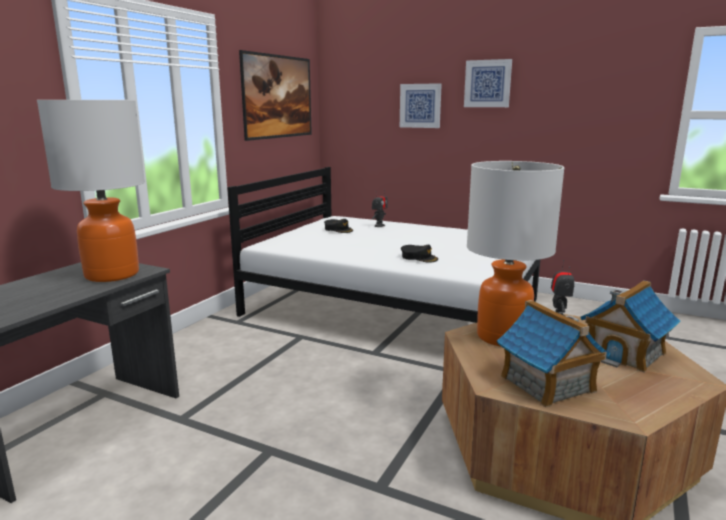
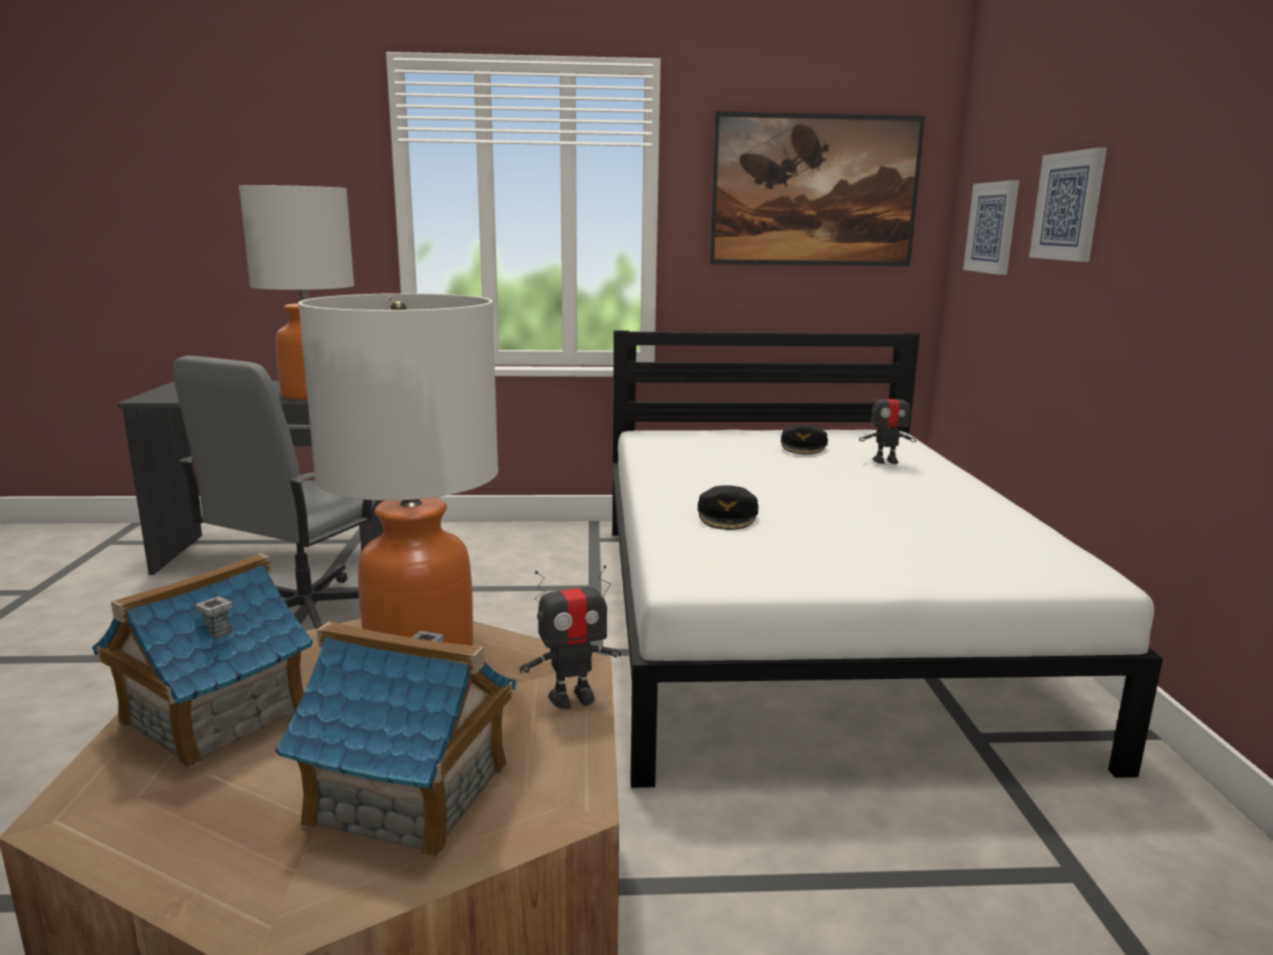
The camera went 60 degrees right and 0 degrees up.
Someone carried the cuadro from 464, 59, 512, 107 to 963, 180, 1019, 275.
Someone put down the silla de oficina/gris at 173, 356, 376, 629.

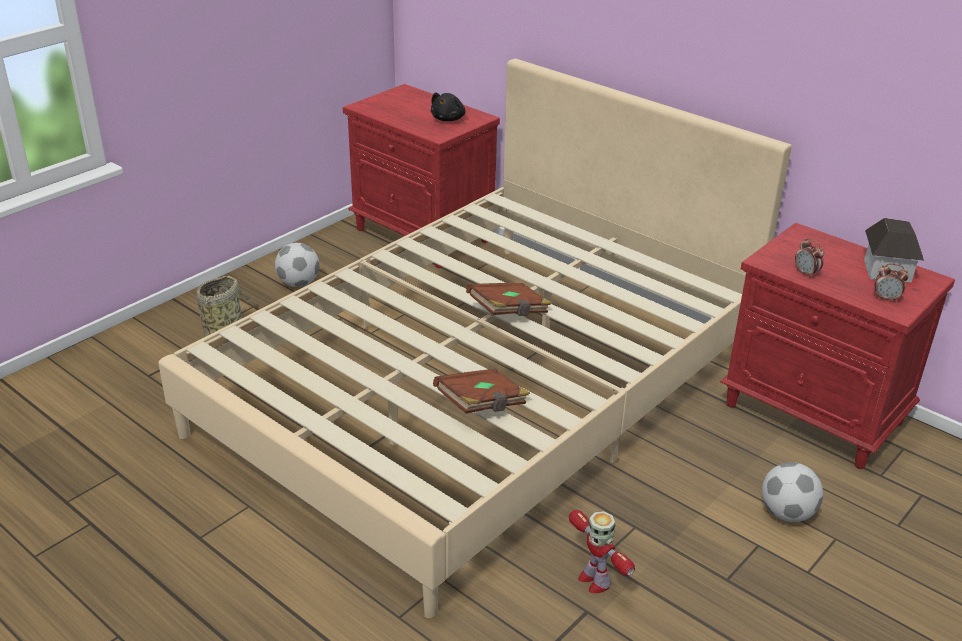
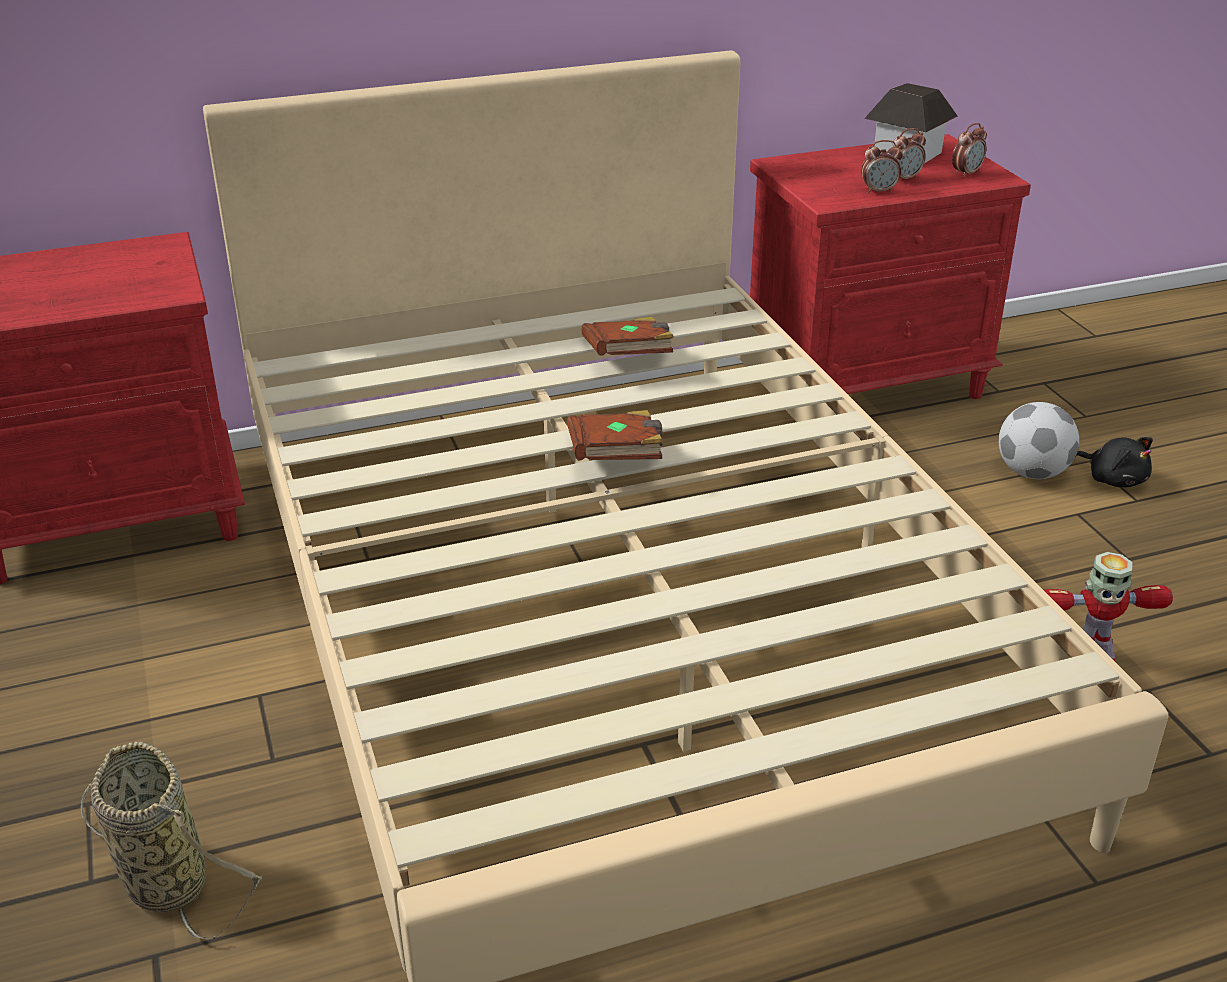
The camera went 60 degrees left and 0 degrees up.
Someone took away the balón de fútbol at 275, 243, 320, 287.
Someone carried the peluche/negro from 431, 92, 466, 121 to 1076, 437, 1153, 488.
Someone carried the libro/marrón from 433, 369, 530, 414 to 581, 317, 674, 356.
Someone put down the despertador at 893, 128, 926, 183.

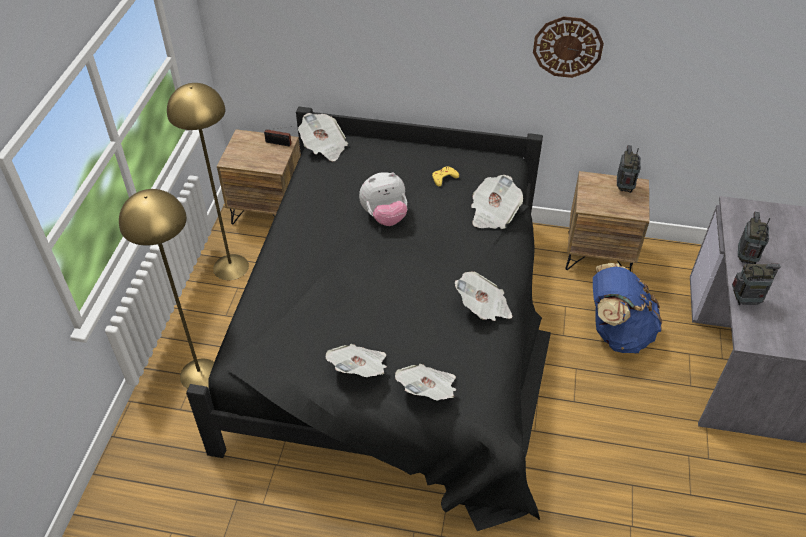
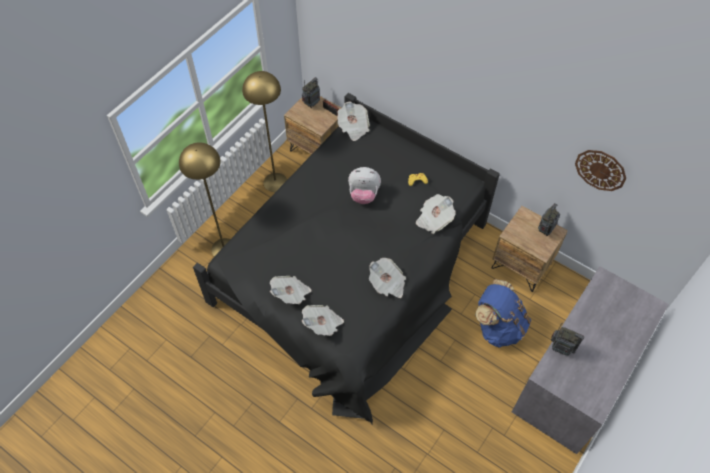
The camera went 25 degrees right and 10 degrees up.
Someone carried the reloj de pared from 533, 16, 604, 78 to 575, 150, 626, 191.
Someone carried the radio from 738, 212, 770, 264 to 302, 77, 320, 108.

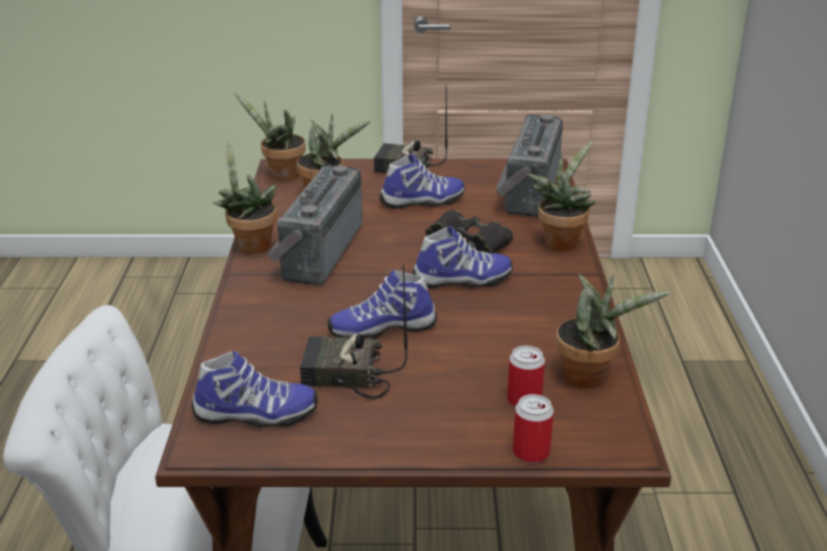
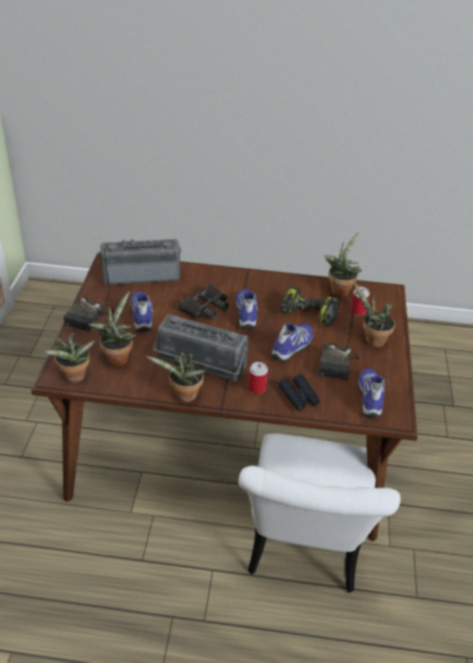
The camera went 85 degrees left and 10 degrees up.
Someone rotated the zapato at 328, 270, 437, 339 by 135 degrees counterclockwise.
Someone rotated the radio at 495, 115, 563, 217 by 150 degrees clockwise.
Someone carried the lata from 513, 394, 554, 463 to 248, 362, 268, 394.
Someone carried the planta en maceta from 527, 140, 596, 251 to 354, 282, 395, 347.
Someone put down the prismáticos/negro at 279, 374, 320, 411.
Someone put down the taladro at 280, 286, 340, 327.

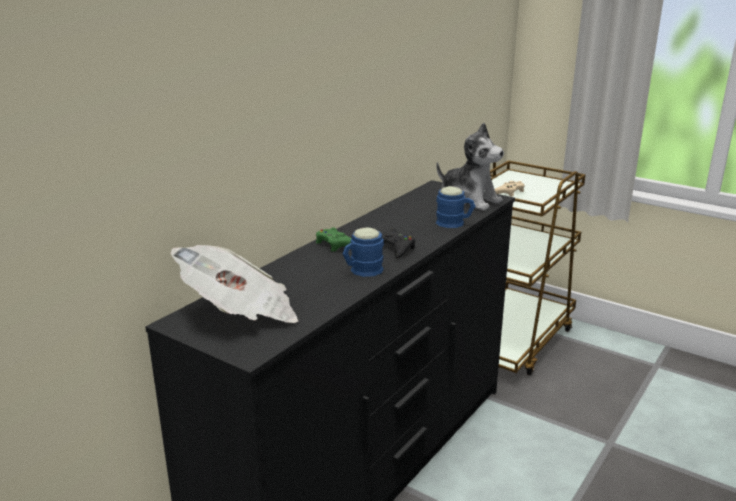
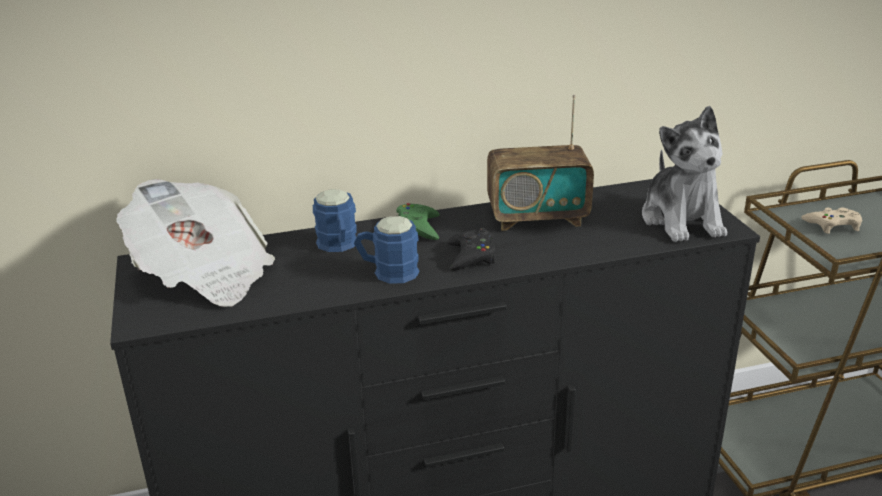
The camera went 40 degrees right and 5 degrees up.
Someone carried the taza grande/azul from 436, 186, 475, 228 to 313, 189, 357, 252.
Someone put down the radio at 487, 94, 594, 231.

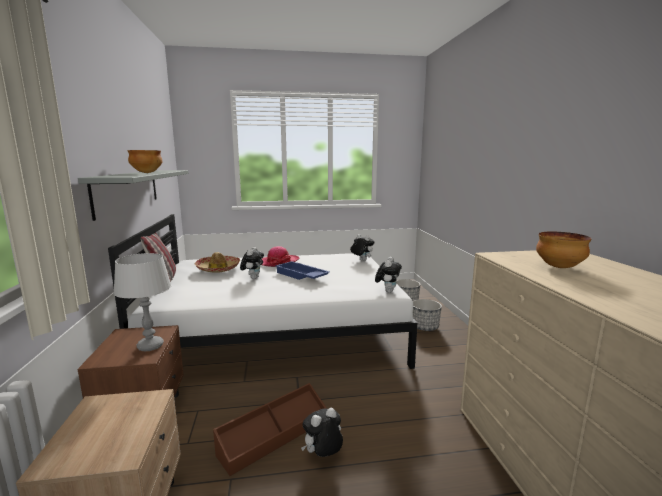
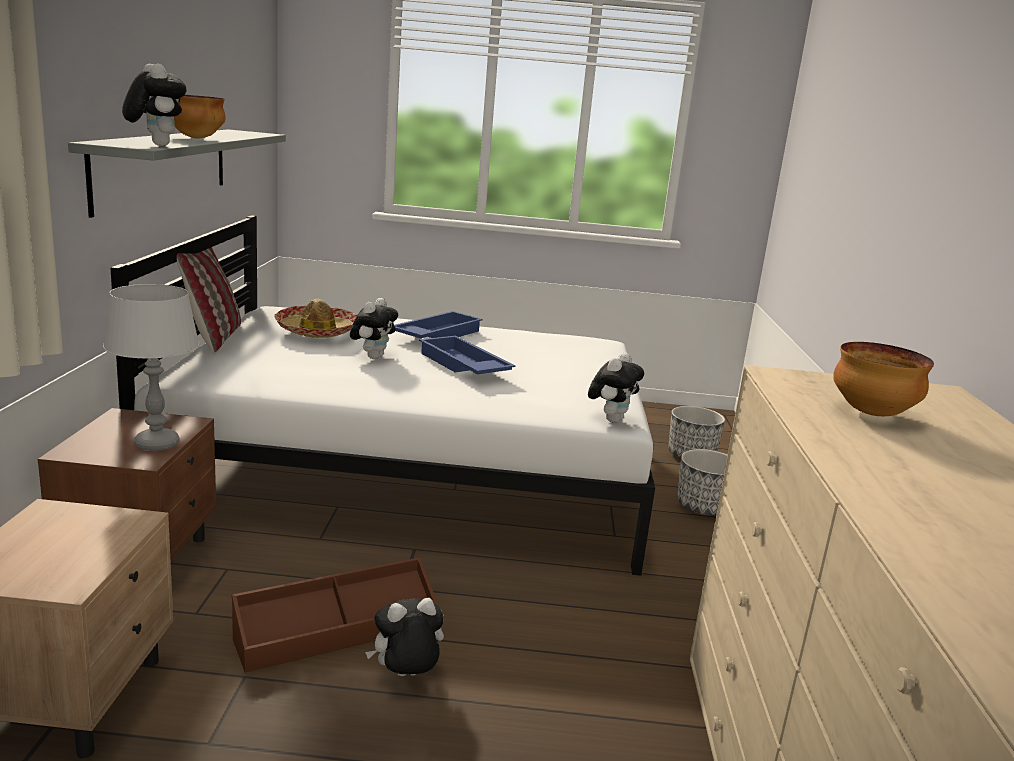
The camera went 10 degrees right and 5 degrees up.
Someone swapped the sombrero at 262, 246, 299, 267 for the bandeja/azul at 394, 311, 483, 338.
Someone carried the peluche from 350, 234, 374, 261 to 122, 64, 187, 146.

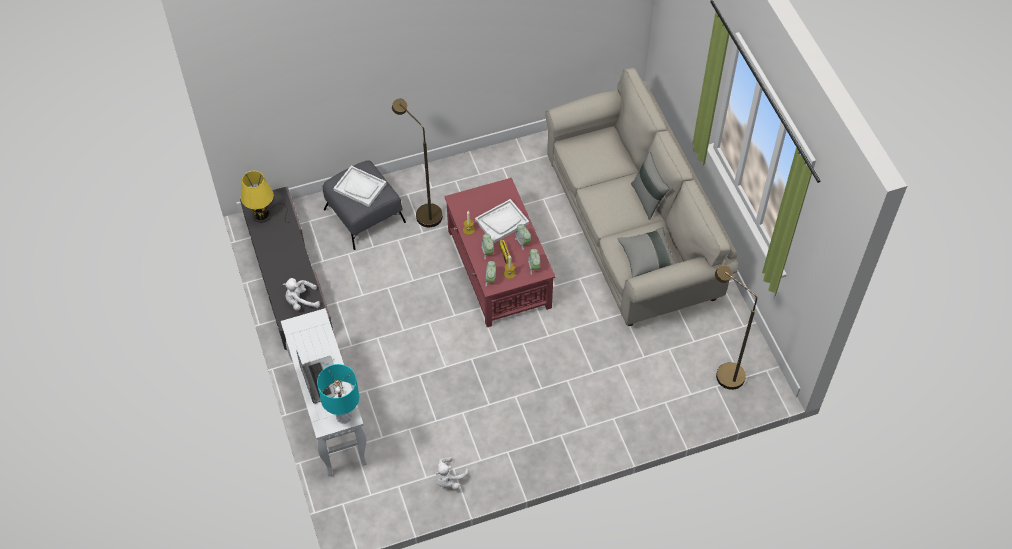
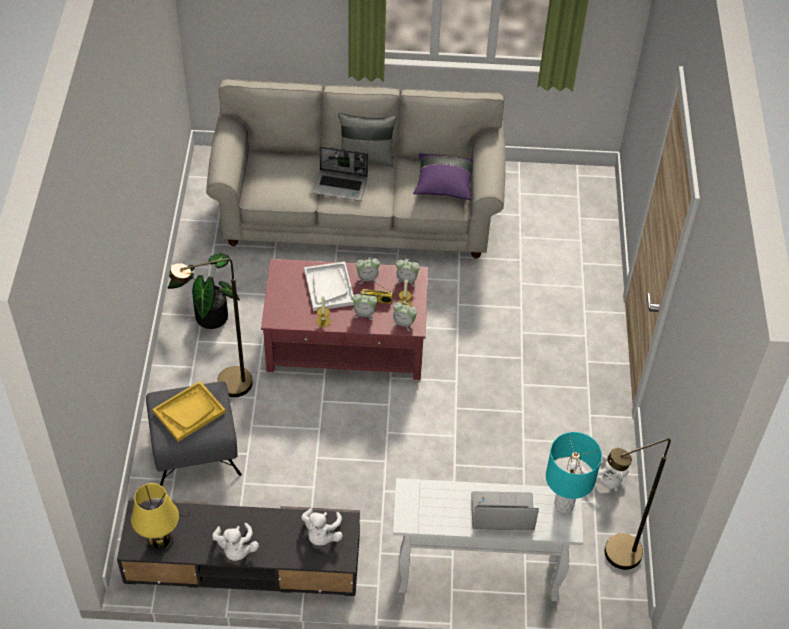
The camera went 70 degrees left and 5 degrees down.
Someone repainted the bandeja/blanco at 333, 166, 387, 207, which became the bandeja/amarillo at 153, 381, 226, 442.
Someone repainted the cojín/gris at 617, 227, 677, 278, which became the cojín/morado at 413, 154, 473, 200.
Someone carried the lámpara de pie/marrón from 715, 265, 757, 390 to 605, 438, 671, 570.
Someone put down the planta en maceta at 168, 253, 240, 329.
Someone put down the peluche/blanco at 212, 523, 259, 561.
Someone put down the portátil at 313, 146, 368, 201.

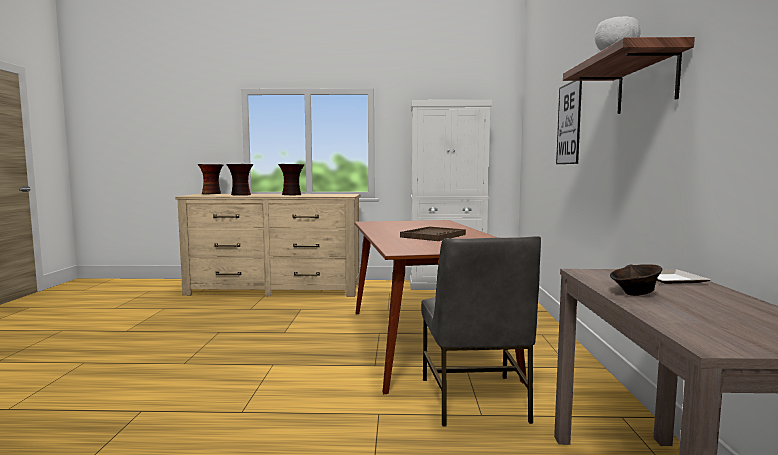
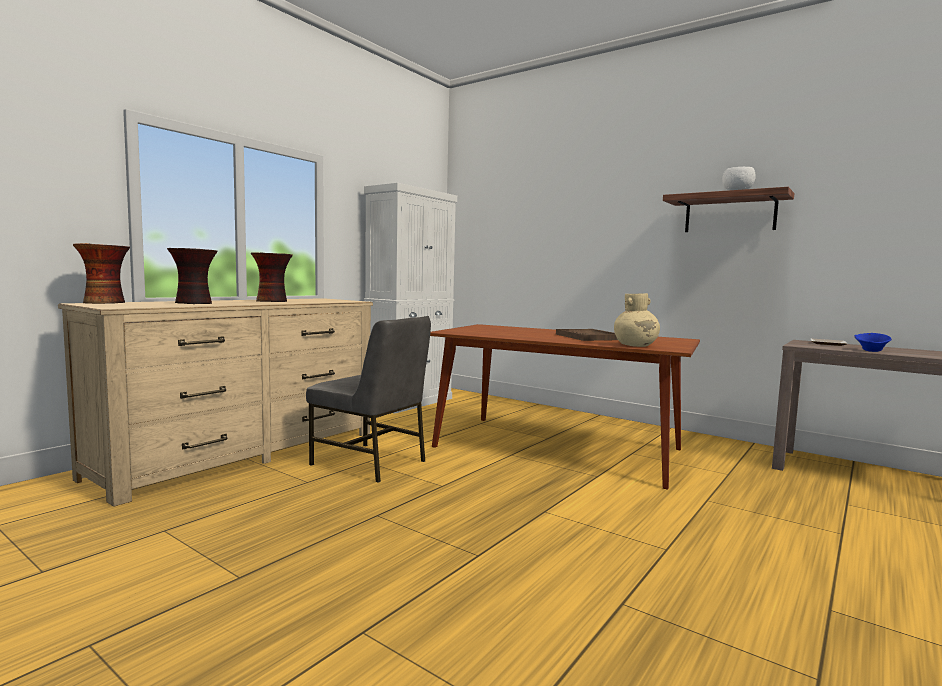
The camera went 55 degrees left and 0 degrees up.
Someone carried the silla/gris from 421, 236, 541, 427 to 306, 316, 431, 483.
Someone took away the cuadro at 556, 81, 582, 164.
Someone repainted the cuenco/marrón at 610, 264, 662, 296, which became the cuenco/azul at 854, 333, 892, 352.
Someone put down the florero/beis at 614, 293, 660, 347.

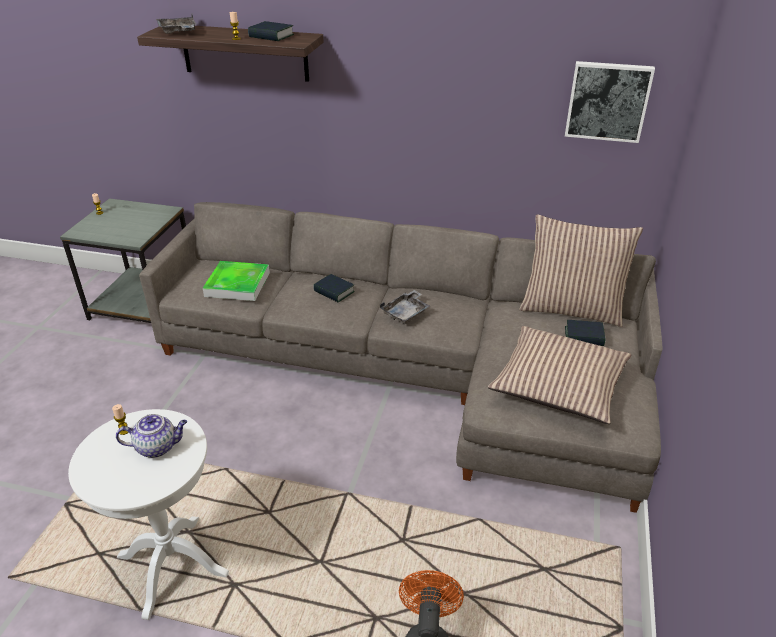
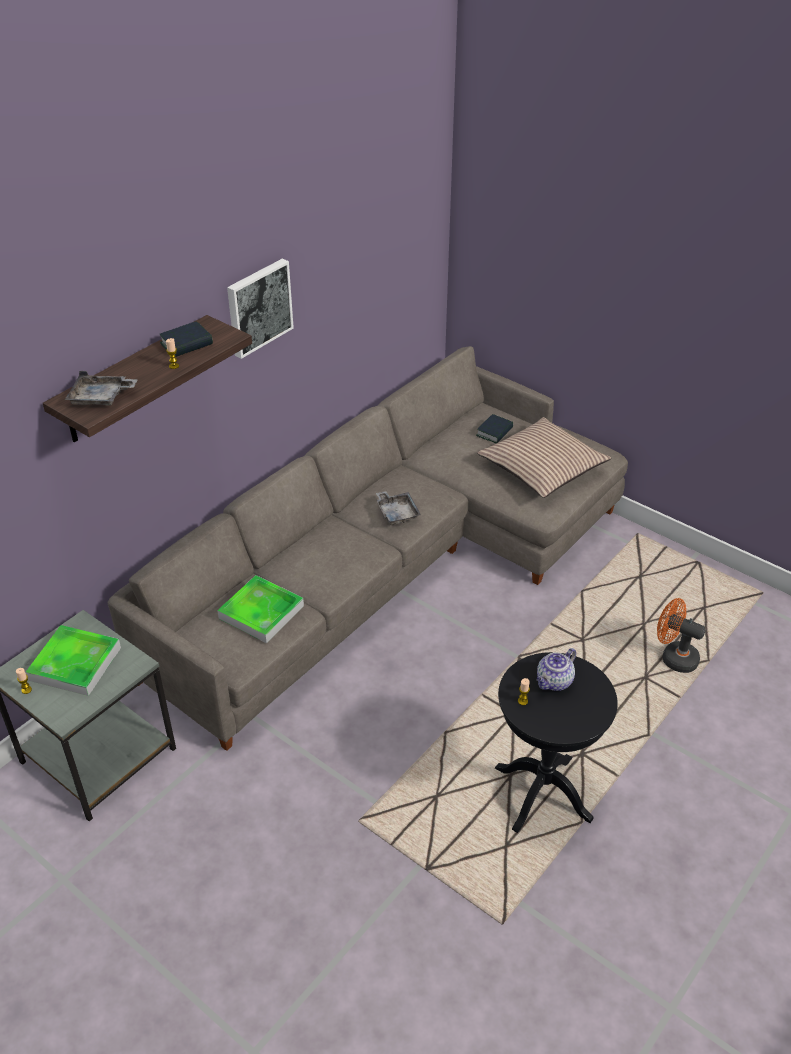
The camera went 65 degrees left and 5 degrees up.
Someone repainted the mesa auxiliar/blanco at 68, 409, 229, 620, which became the mesa auxiliar/negro at 495, 652, 618, 833.
Someone rotated the tetera at 116, 414, 187, 458 by 150 degrees counterclockwise.
Someone took away the libro at 313, 274, 355, 302.
Someone took away the cojín at 519, 214, 643, 327.
Someone carried the cuadro from 565, 61, 655, 143 to 227, 259, 294, 359.
Someone put down the bandeja at 26, 625, 121, 696.

